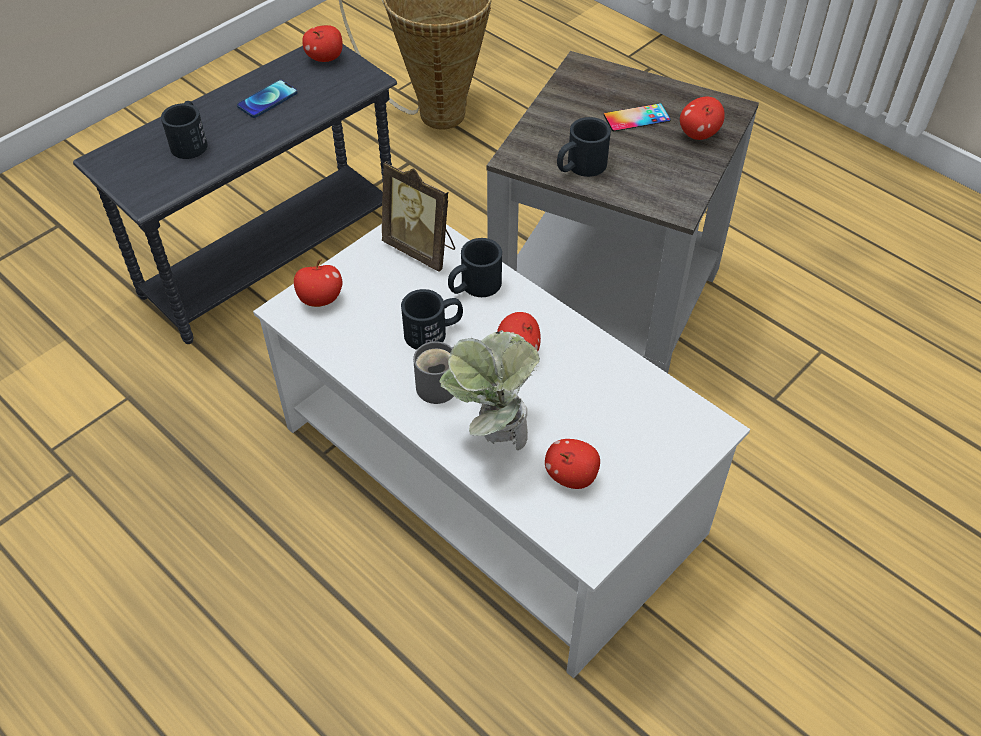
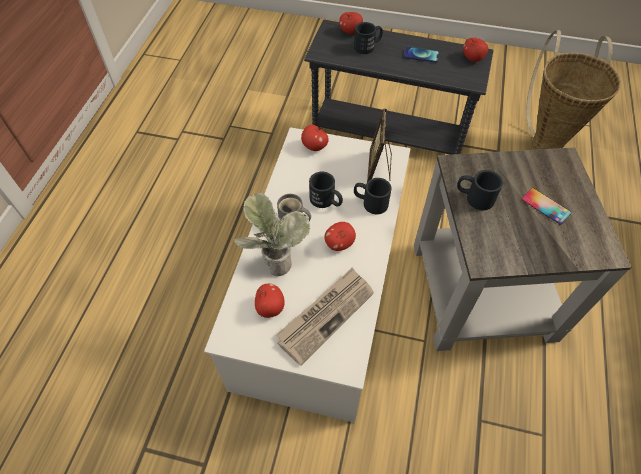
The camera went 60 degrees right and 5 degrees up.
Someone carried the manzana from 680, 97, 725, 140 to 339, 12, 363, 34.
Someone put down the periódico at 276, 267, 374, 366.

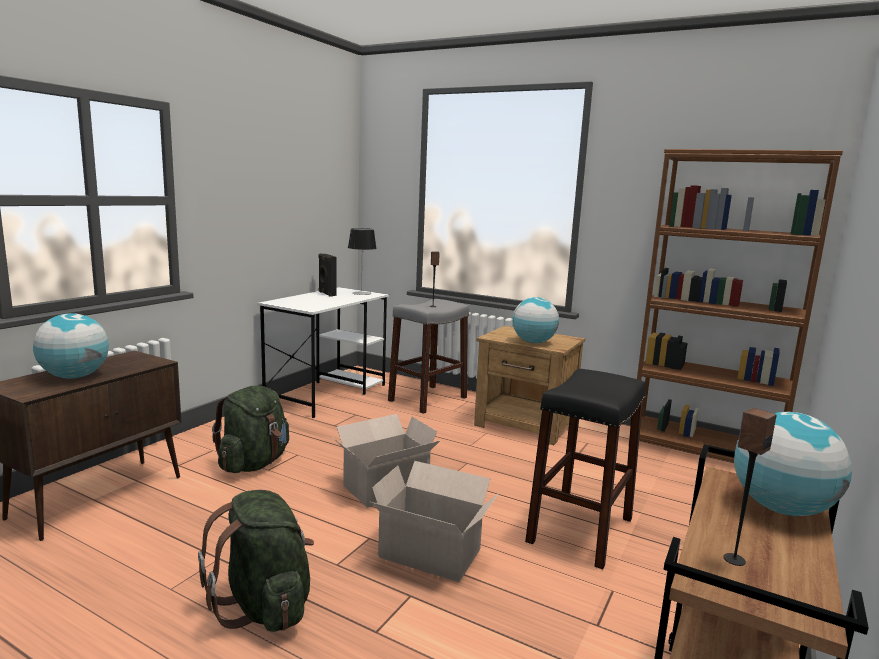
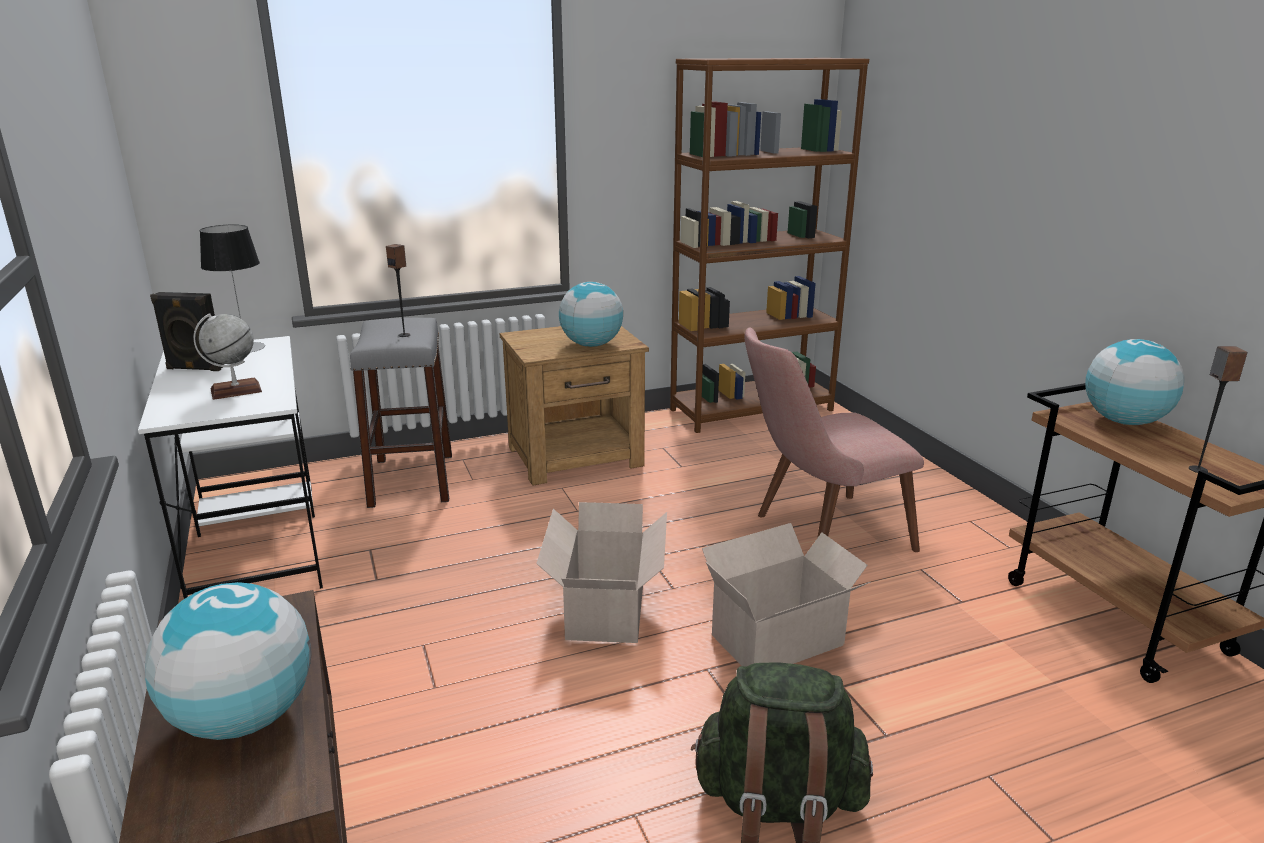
The camera went 50 degrees left and 10 degrees up.
Someone took away the mochila/verde at 212, 385, 289, 473.
Someone swapped the taburete/negro at 525, 369, 646, 570 for the silla/rosa at 744, 327, 924, 552.
Someone put down the globo terráqueo at 193, 313, 262, 400.

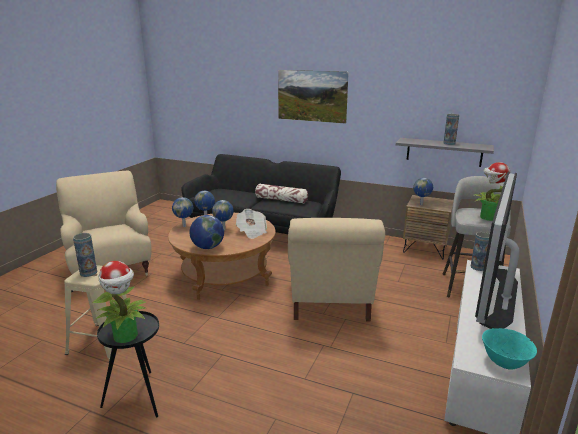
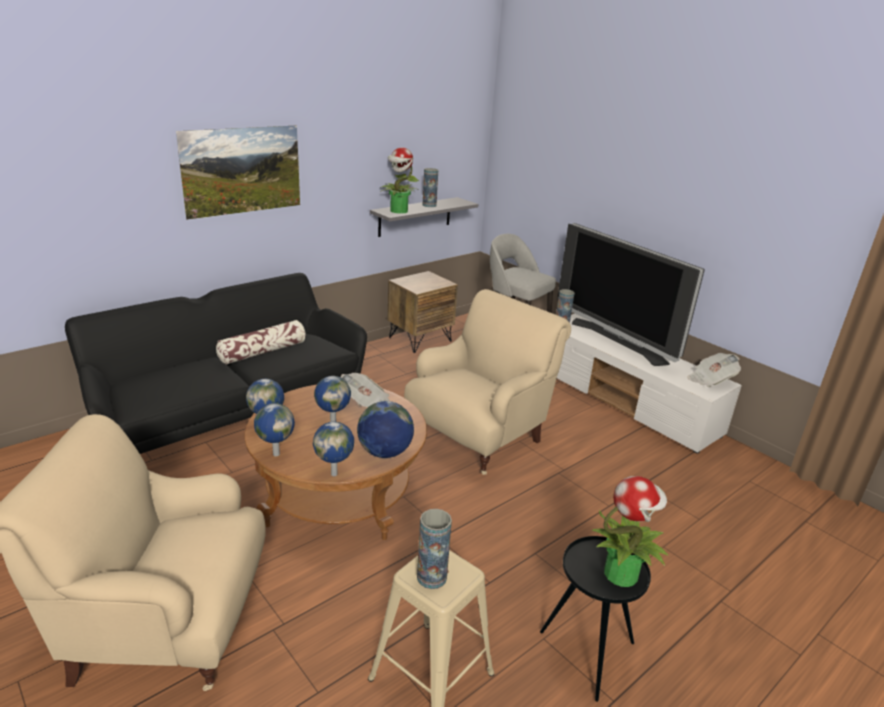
The camera went 65 degrees left and 5 degrees up.
Someone rotated the sillón/beis at 288, 218, 385, 322 by 75 degrees counterclockwise.
Someone carried the globo terráqueo from 413, 178, 433, 206 to 313, 422, 354, 476.
Someone carried the planta en maceta from 474, 162, 510, 221 to 380, 147, 419, 214.
Someone swapped the cuenco/turquesa at 482, 328, 537, 370 for the periódico at 687, 353, 741, 387.

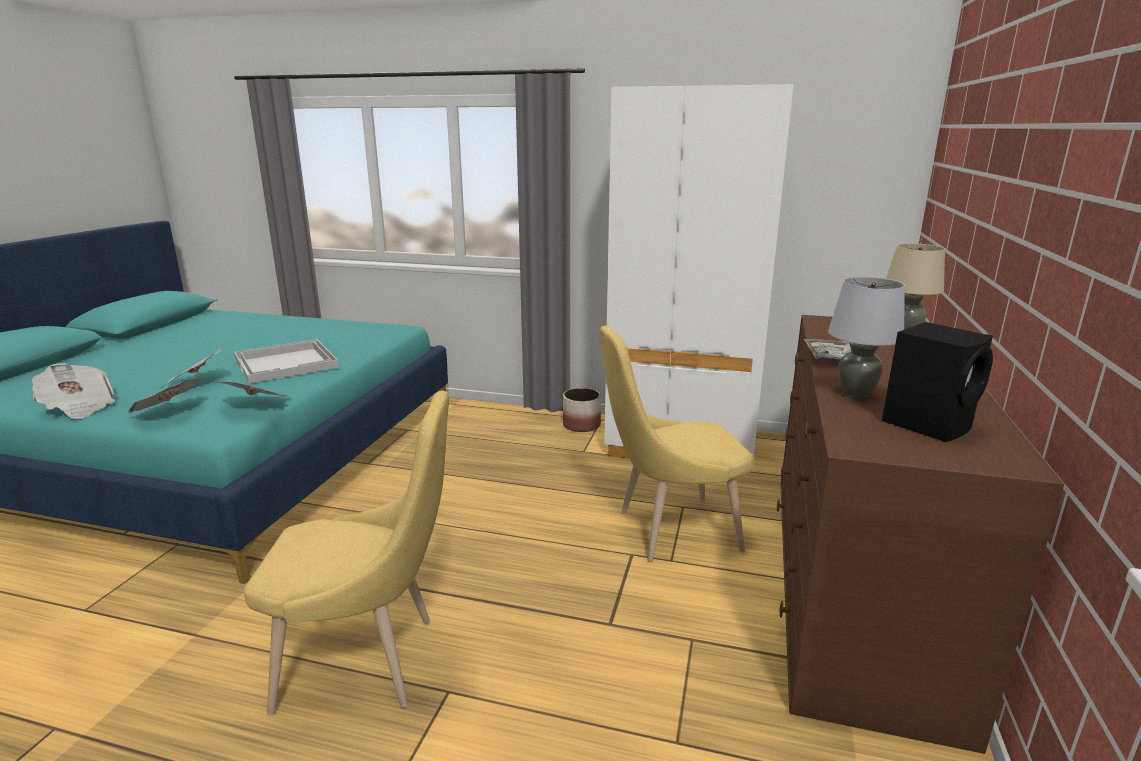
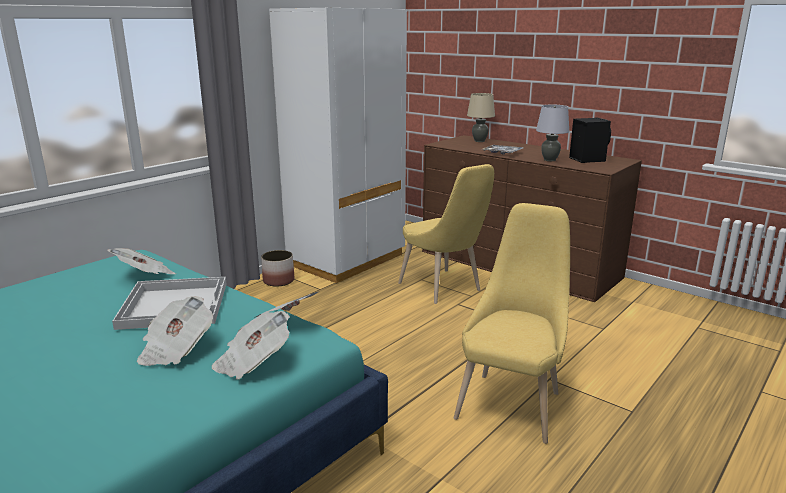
The camera went 65 degrees left and 0 degrees up.
Someone carried the periódico from 32, 363, 115, 419 to 107, 248, 176, 274.
Someone rotated the silla/amarillo at 600, 326, 754, 562 by 45 degrees counterclockwise.

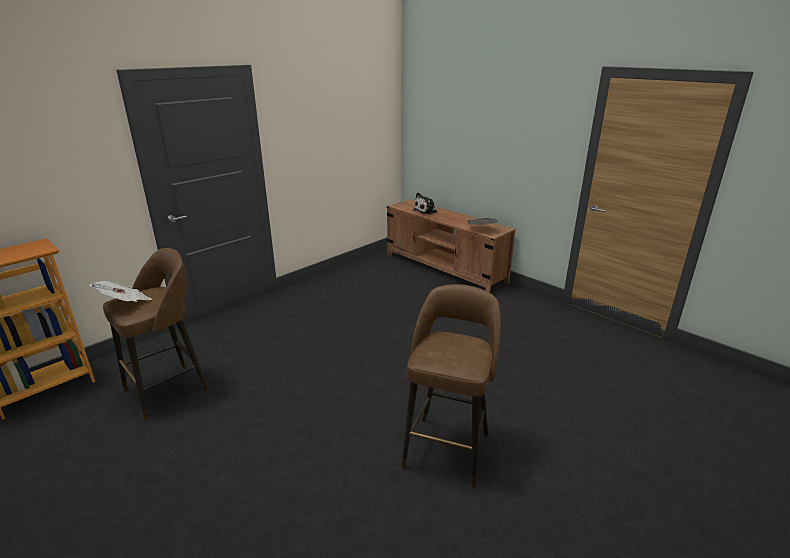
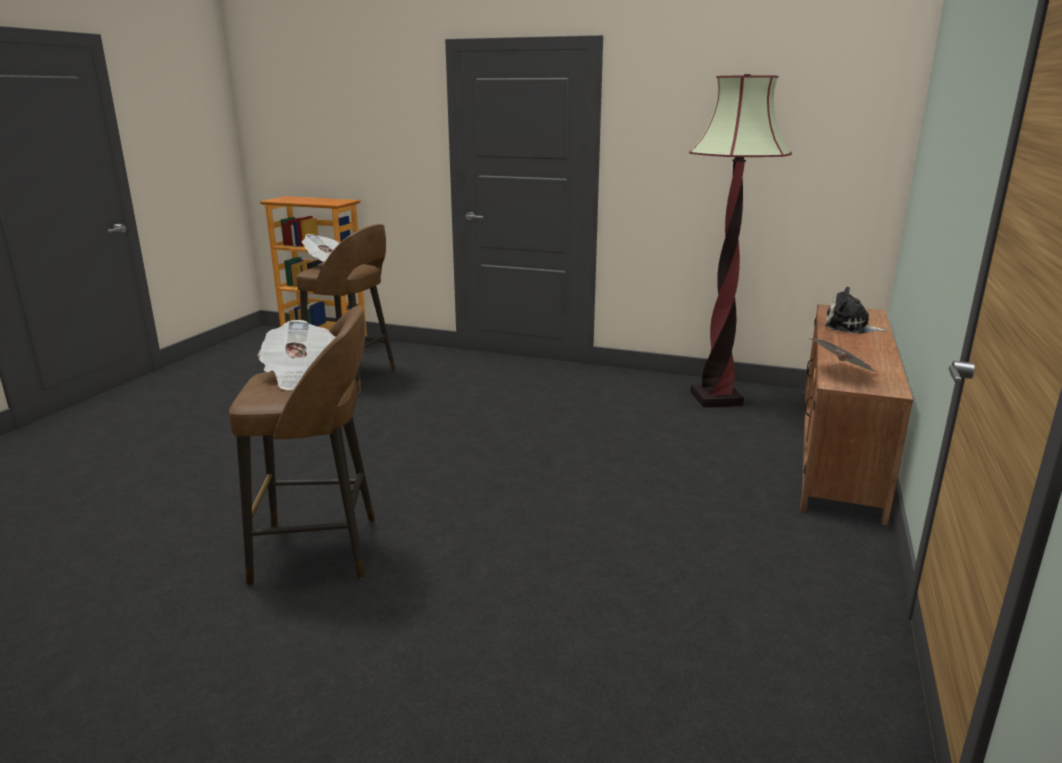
The camera went 65 degrees right and 5 degrees down.
Someone put down the periódico at 258, 320, 335, 390.
Someone put down the lámpara de pie at 689, 74, 792, 408.

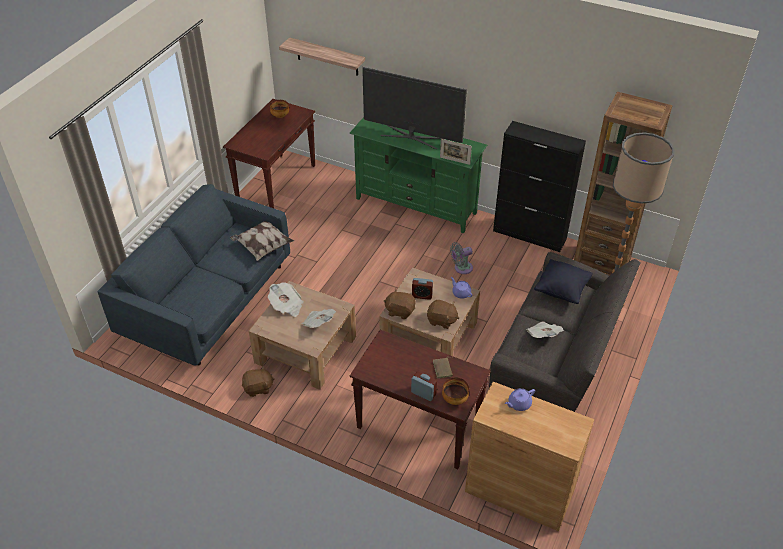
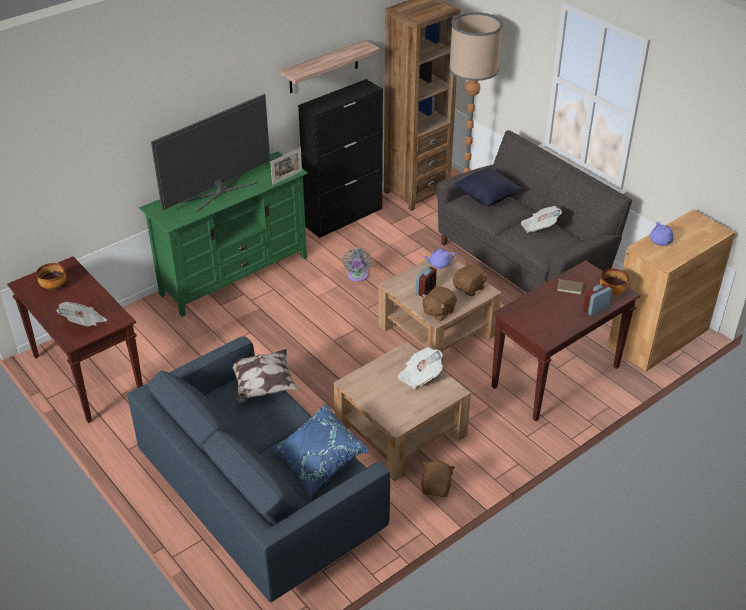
The camera went 65 degrees left and 5 degrees down.
Someone carried the periódico from 268, 282, 304, 317 to 56, 302, 107, 327.
Someone carried the estante from 279, 37, 365, 76 to 280, 40, 380, 93.
Someone put down the cojín/azul at 269, 404, 369, 498.

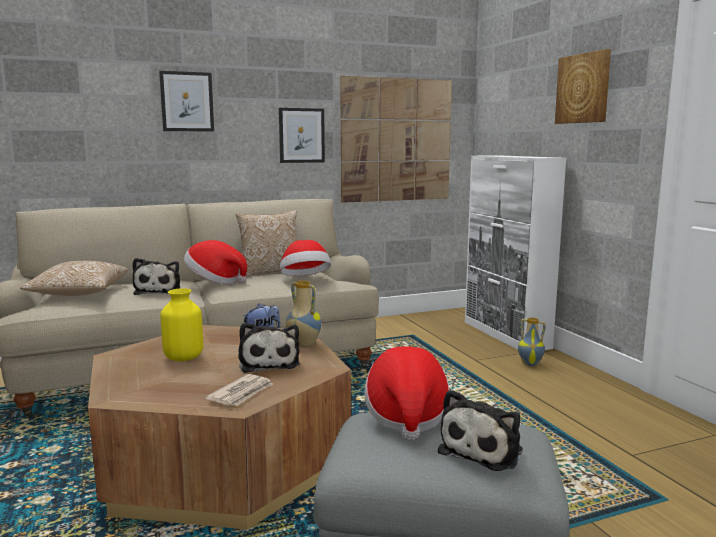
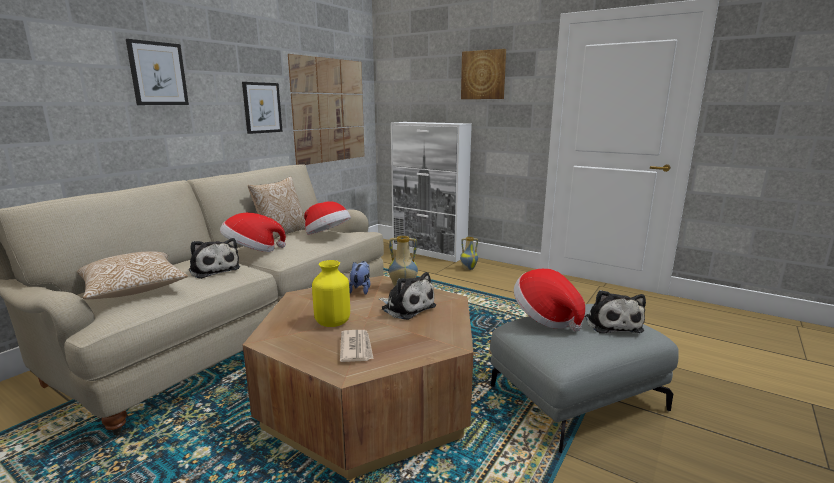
The camera went 35 degrees left and 5 degrees up.
Someone carried the periódico from 205, 374, 273, 406 to 340, 330, 374, 362.

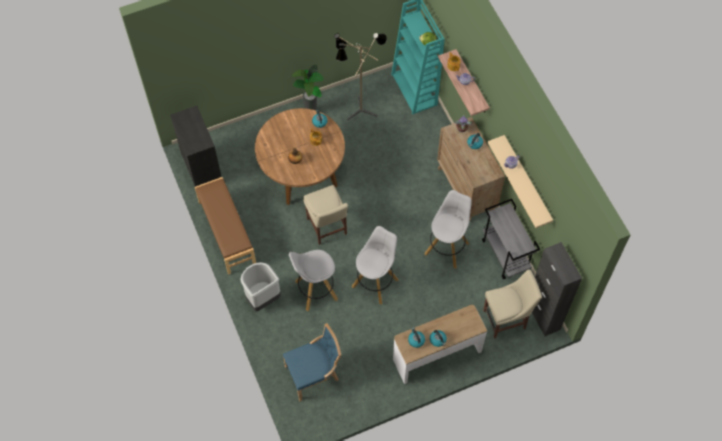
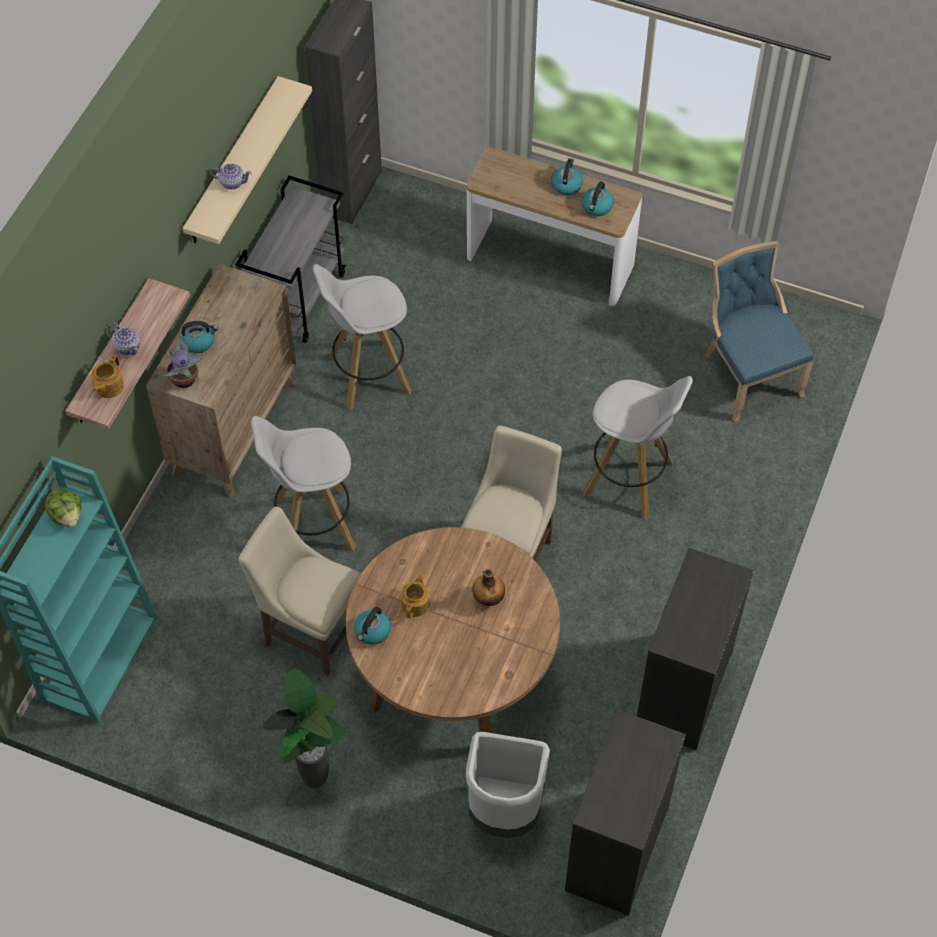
The camera went 135 degrees left and 5 degrees down.
Someone swapped the banco/marrón at 195, 177, 256, 275 for the cómoda/negro at 637, 548, 754, 750.
Someone carried the papelera/gris from 240, 262, 281, 311 to 466, 732, 550, 838.
Someone rotated the silla/azul at 283, 323, 341, 401 by 45 degrees clockwise.
Someone took away the lámpara de pie at 334, 33, 387, 120.
Someone carried the taburete/blanco from 352, 226, 398, 304 to 251, 416, 356, 551.
Someone carried the silla/beis from 483, 270, 542, 339 to 238, 507, 361, 676.

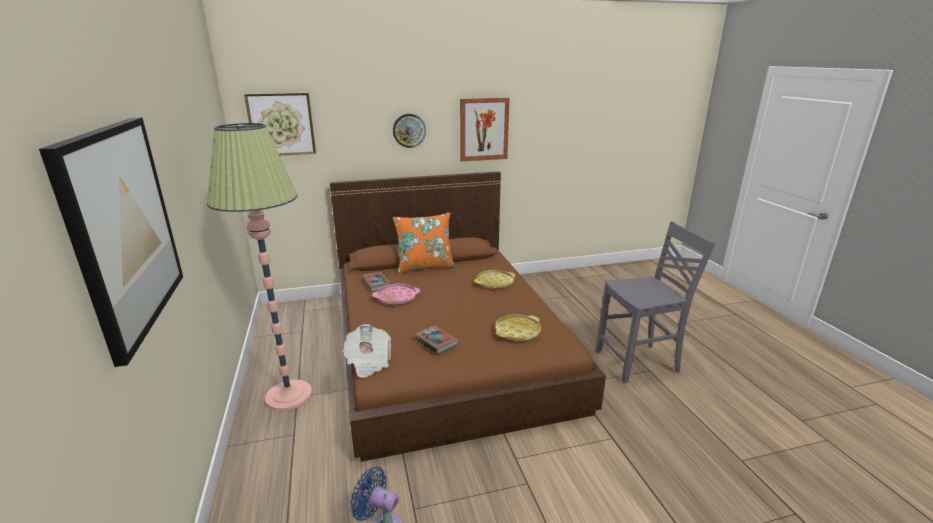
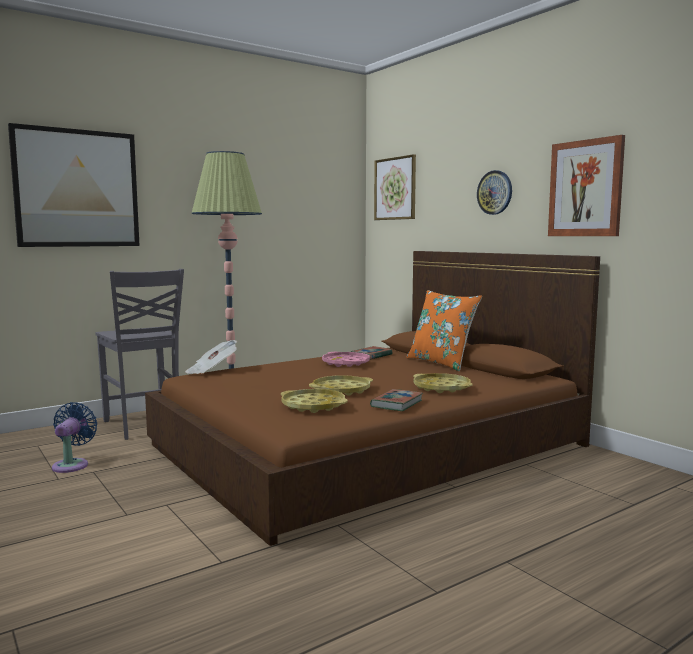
The camera went 70 degrees right and 15 degrees down.
Someone carried the libro from 414, 325, 458, 354 to 370, 389, 423, 411.
Someone carried the silla/gris from 596, 221, 715, 384 to 95, 269, 184, 440.
Someone put down the bandeja/amarillo at 309, 375, 373, 396.

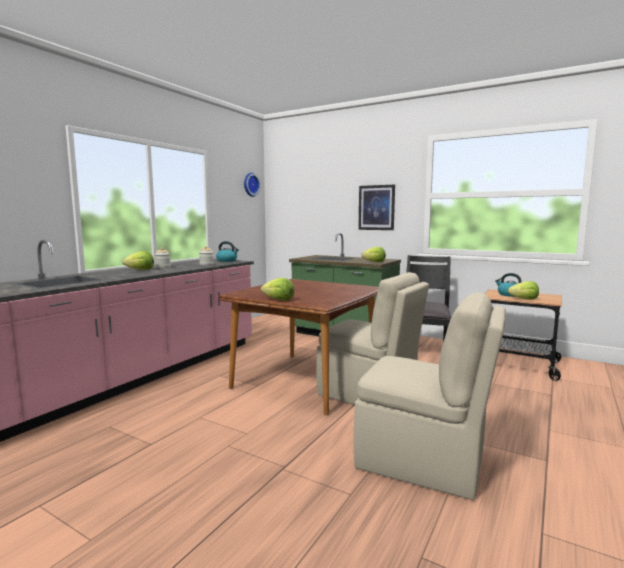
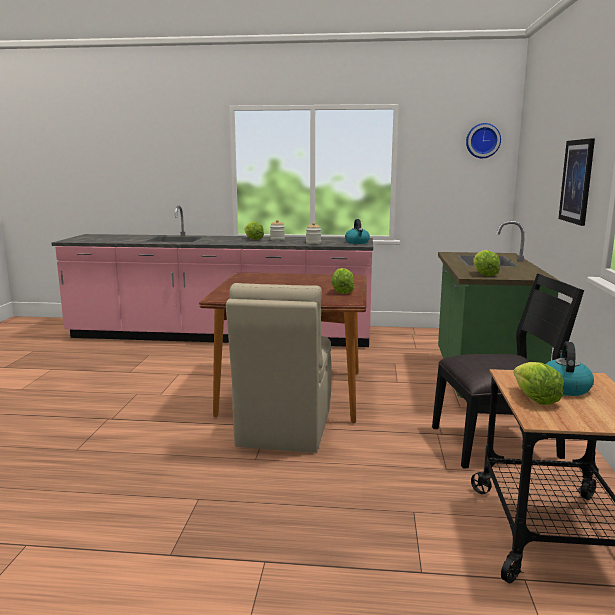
The camera went 65 degrees right and 5 degrees up.
Someone carried the lechuga from 261, 278, 294, 300 to 331, 268, 355, 294.
Someone took away the silla/beis at 354, 293, 506, 500.

